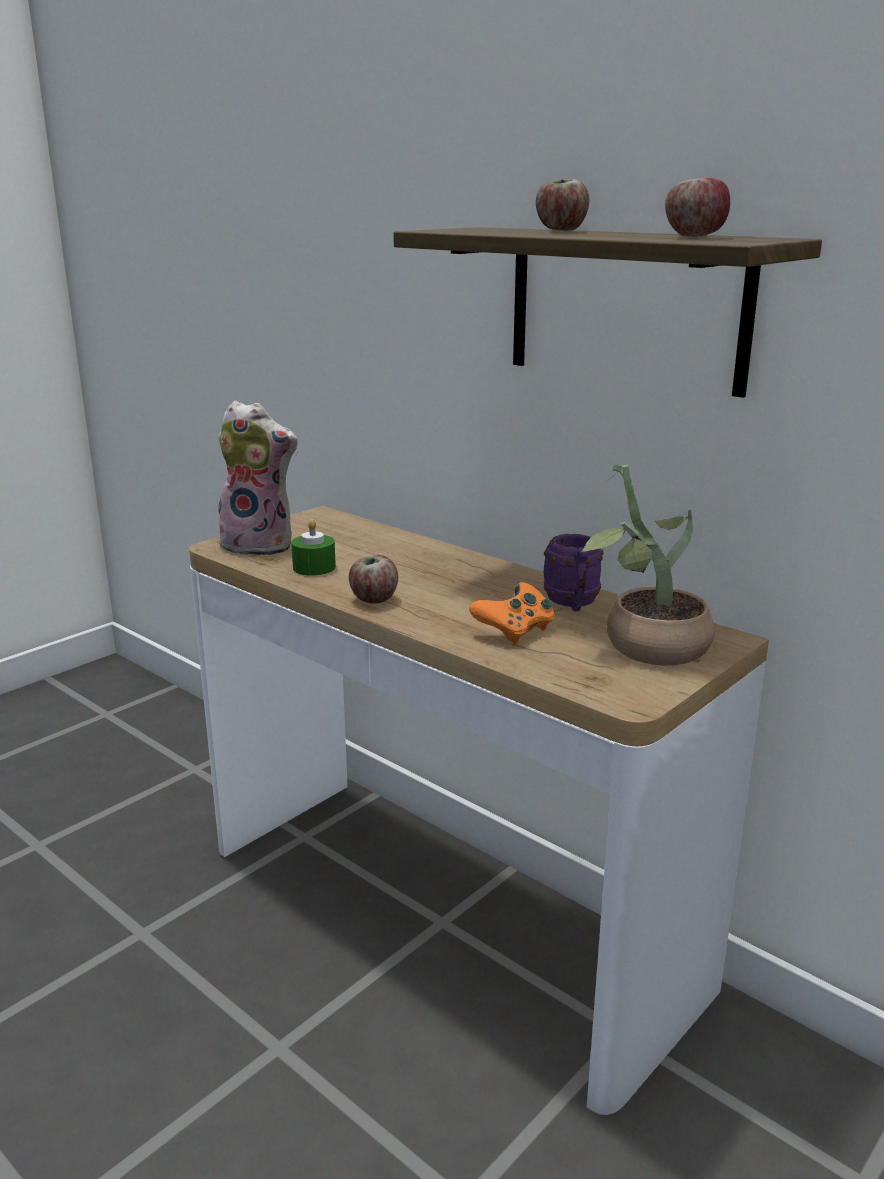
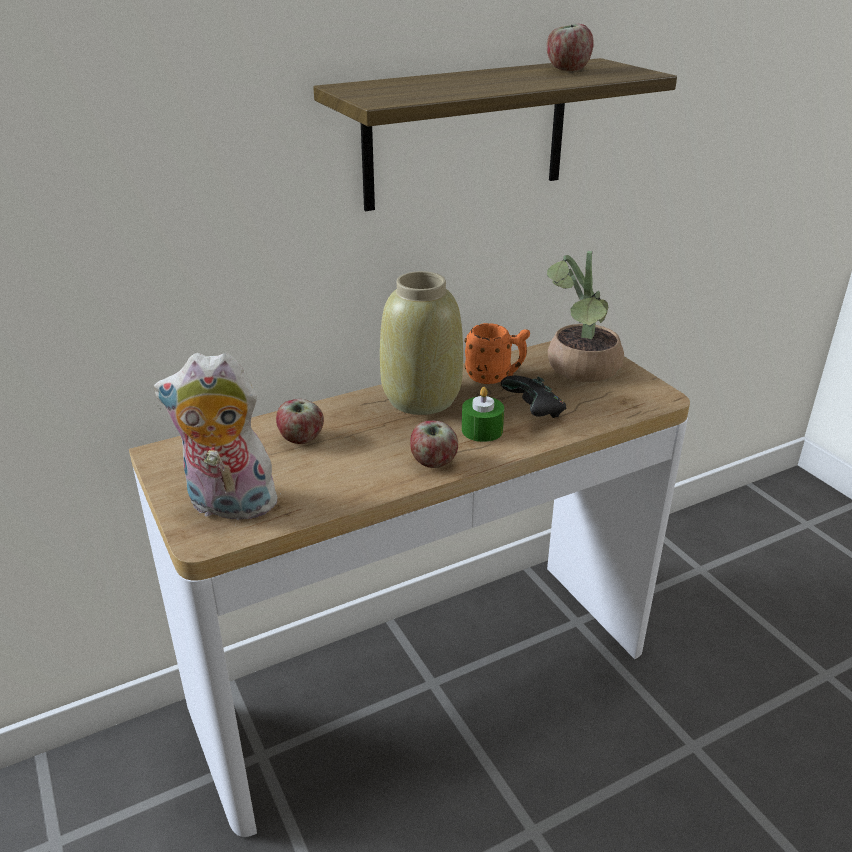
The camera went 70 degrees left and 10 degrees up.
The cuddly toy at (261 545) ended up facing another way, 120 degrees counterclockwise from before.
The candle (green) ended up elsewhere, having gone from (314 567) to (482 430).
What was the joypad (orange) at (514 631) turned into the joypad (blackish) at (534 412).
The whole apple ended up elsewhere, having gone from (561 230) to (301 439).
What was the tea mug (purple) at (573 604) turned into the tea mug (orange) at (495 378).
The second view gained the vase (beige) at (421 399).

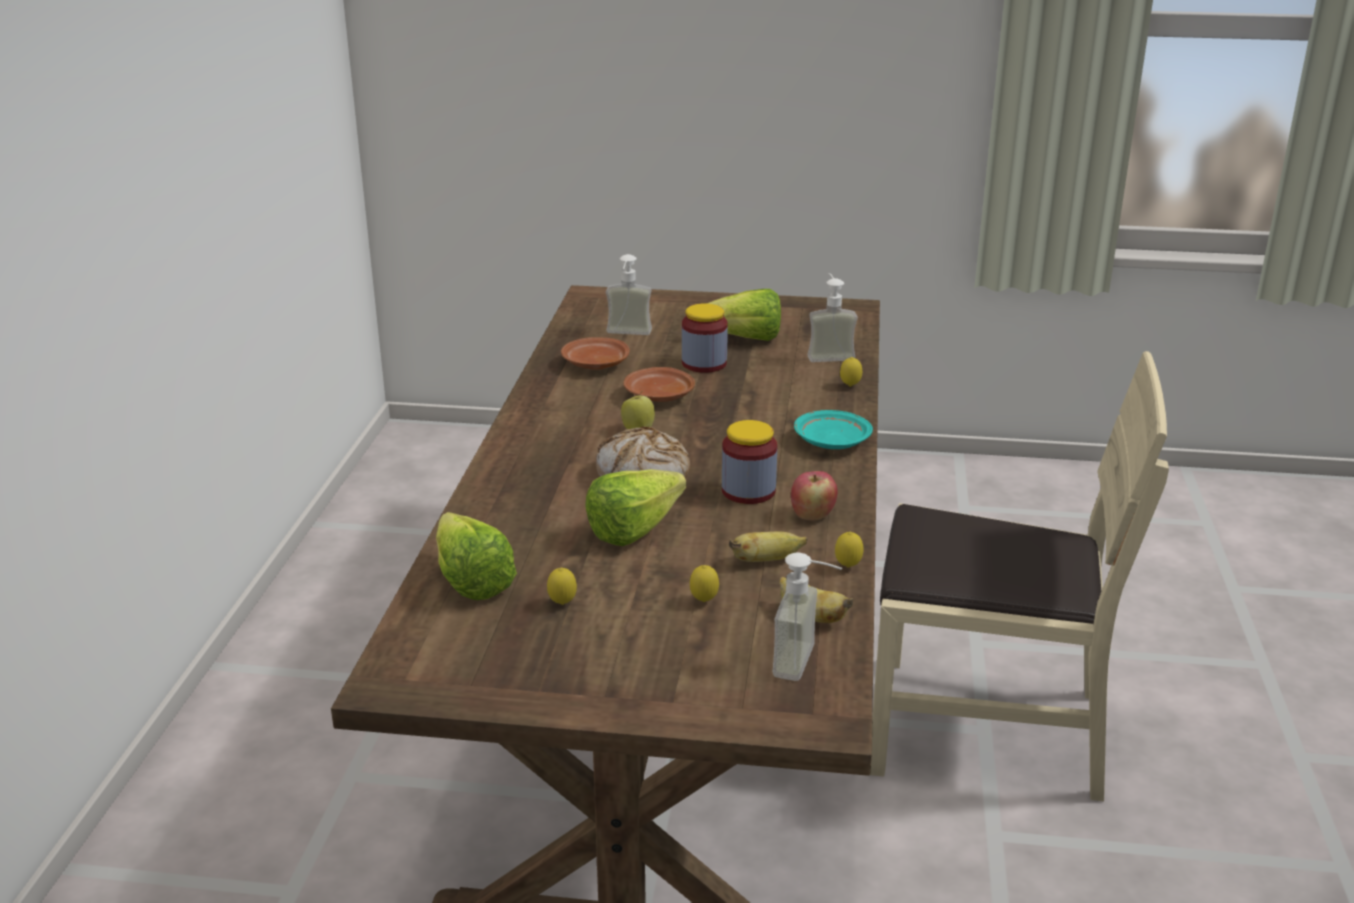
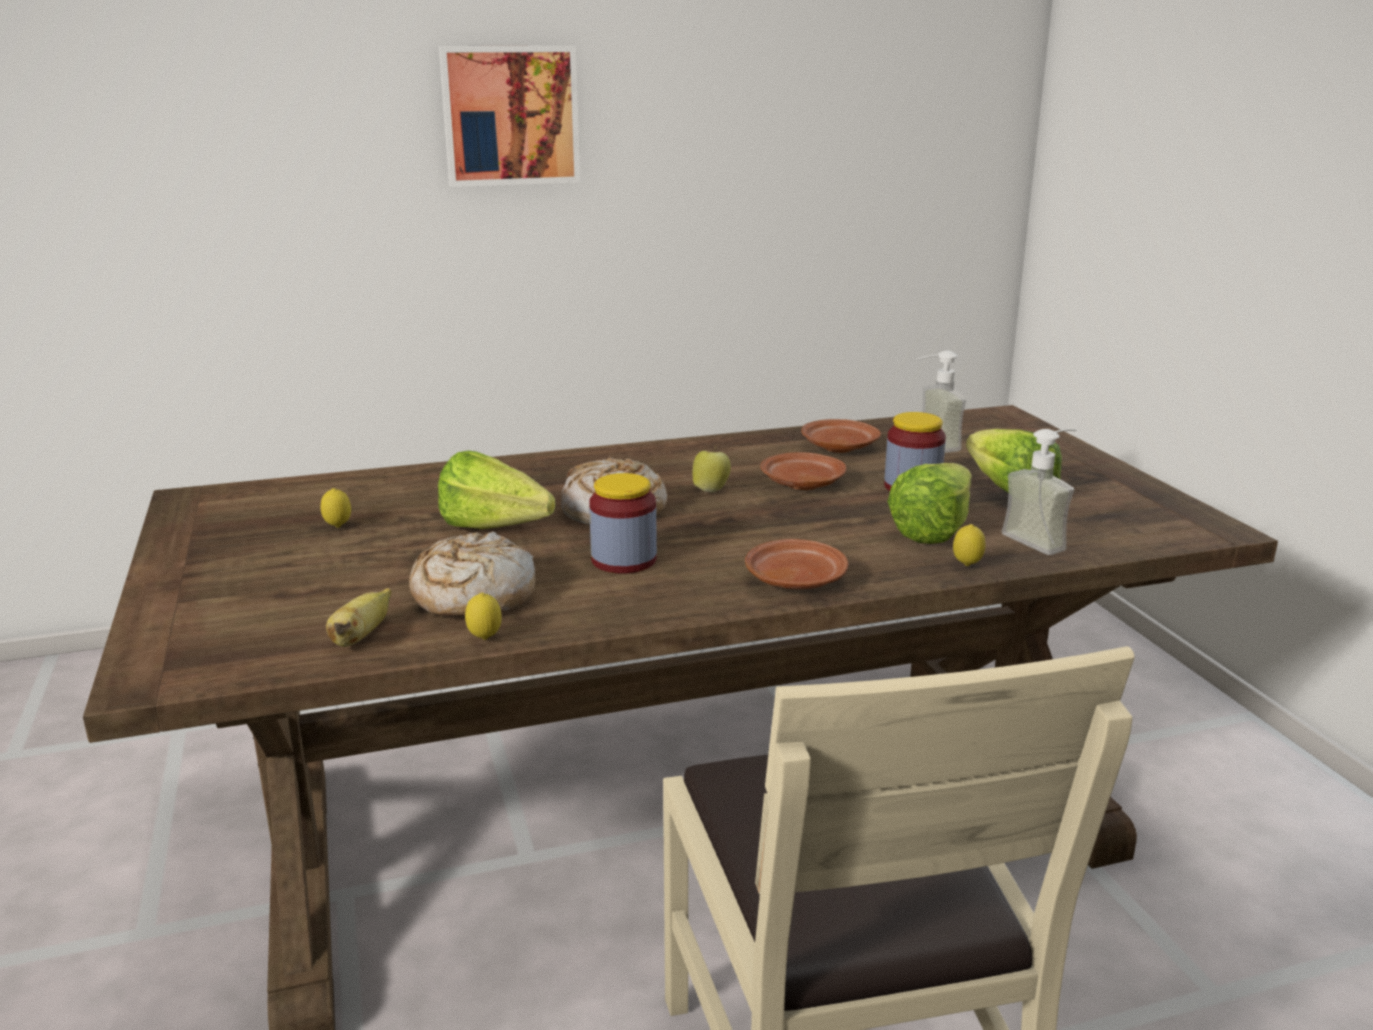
The camera went 65 degrees right and 5 degrees down.
The lettuce ended up elsewhere, having gone from (470 577) to (939 528).
The second view lost the whole lemon at (704 601).
Where the banana fruit stood at (766 560), the baked bread came to stand at (472 595).
The second view lost the liquid soap bottle at (807 663).
The second view lost the whole apple at (812 515).
What was the flat dish (turquoise) at (831 441) turned into the flat dish (brown) at (795 580).
The second view gained the wall picture at (510 115).

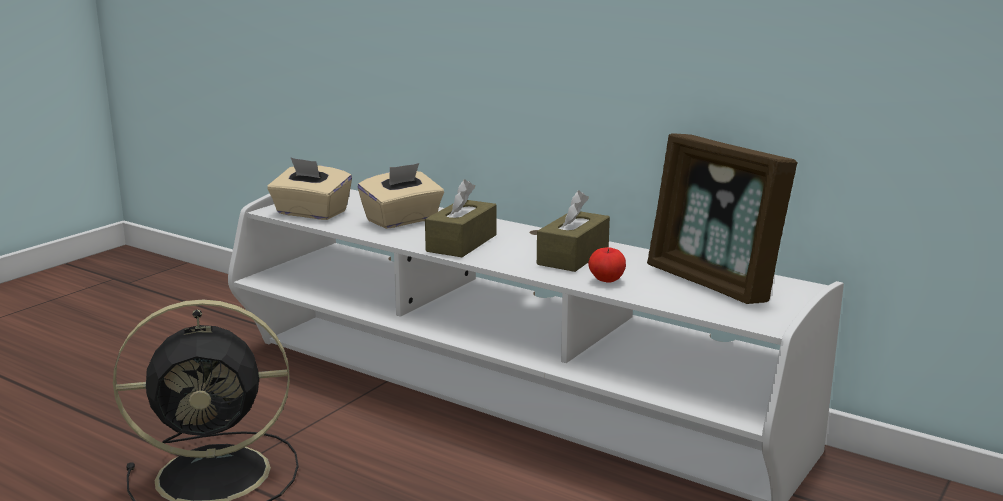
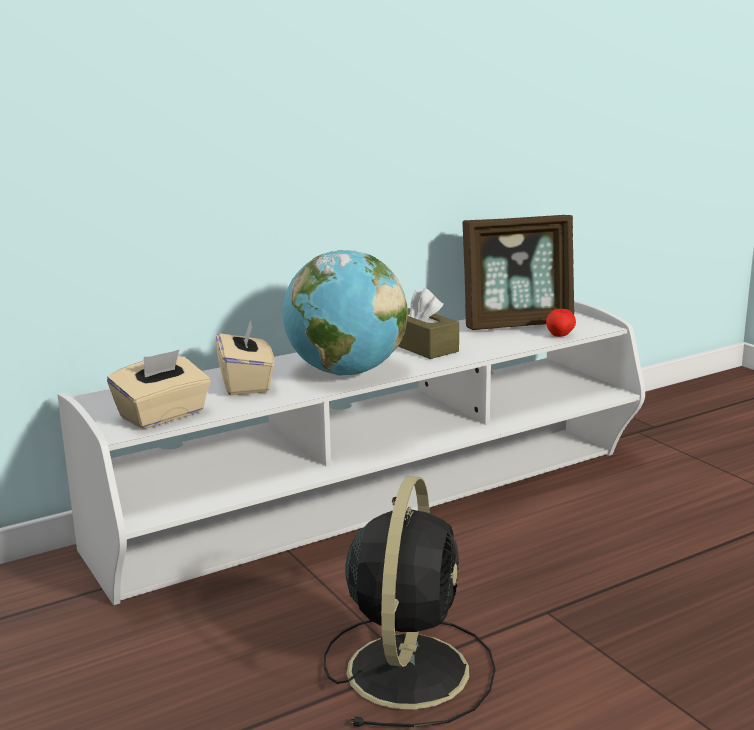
The camera went 65 degrees left and 0 degrees up.
Where the tissue holder (brown) stood at (461 243), the globe came to stand at (345 373).
The whole apple ended up elsewhere, having gone from (606 280) to (560 335).

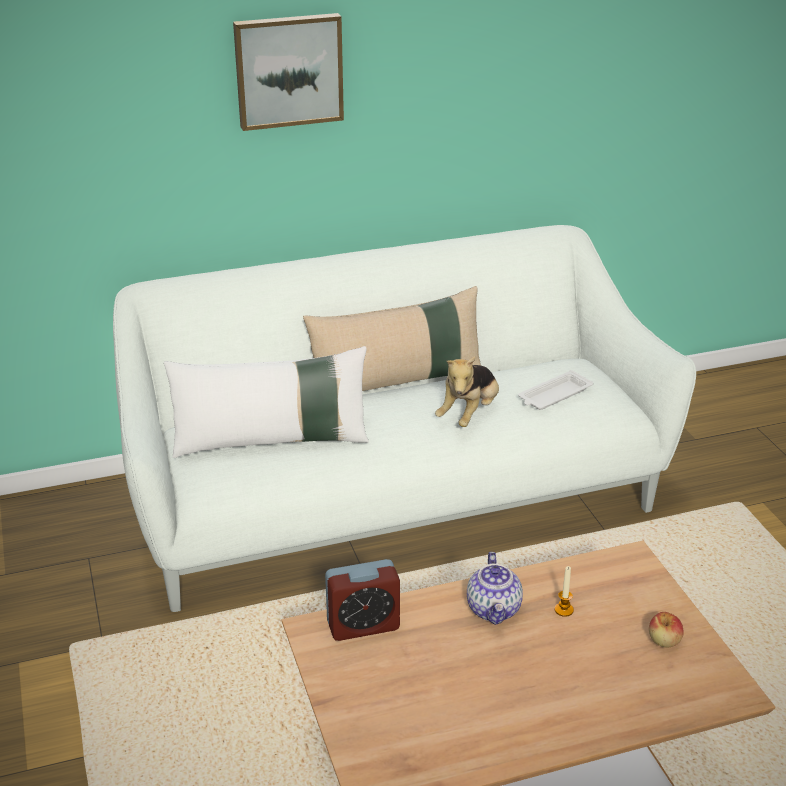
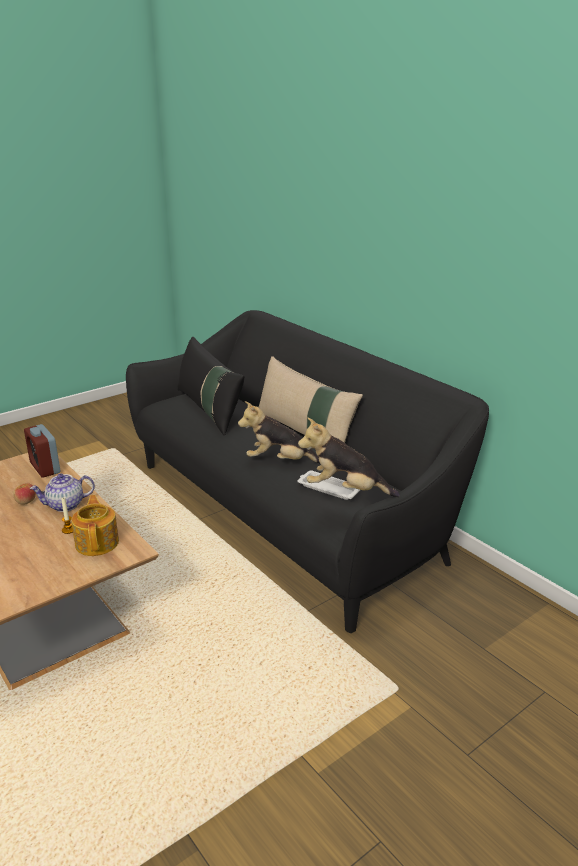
The camera went 70 degrees right and 5 degrees down.
What was the sofa (white) at (393 498) turned into the sofa (blackish) at (289 511).
What was the pillow (white) at (272 441) turned into the pillow (blackish) at (209 410).
The second view lost the wall picture at (288 70).
The whole apple ended up elsewhere, having gone from (664 641) to (25 501).
The second view gained the teapot at (98 542).
The second view gained the cuddly toy at (345 490).

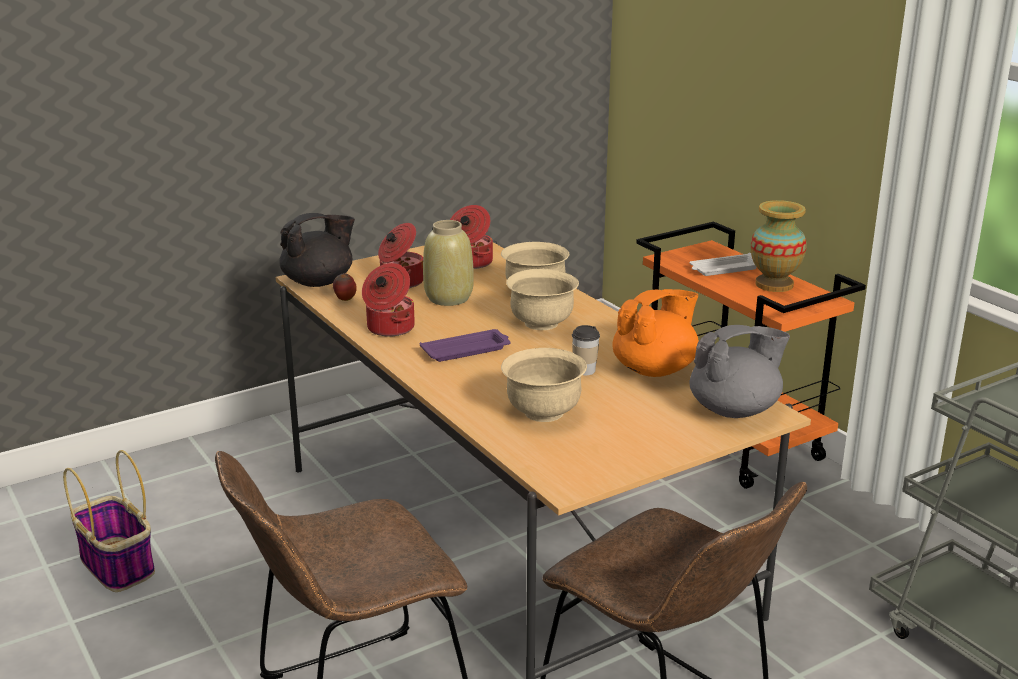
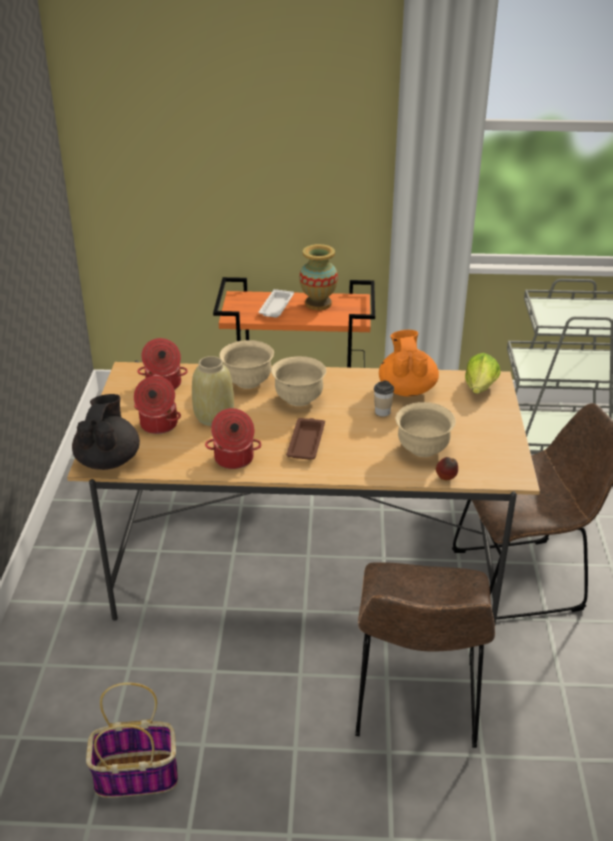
The camera went 55 degrees left and 10 degrees up.
The whole apple ended up elsewhere, having gone from (345 300) to (446 479).
What was the carrying tray (purple) at (467 350) turned into the carrying tray (brown) at (306 442).
Where the teapot (gray) stood at (735 410), the lettuce came to stand at (480 387).

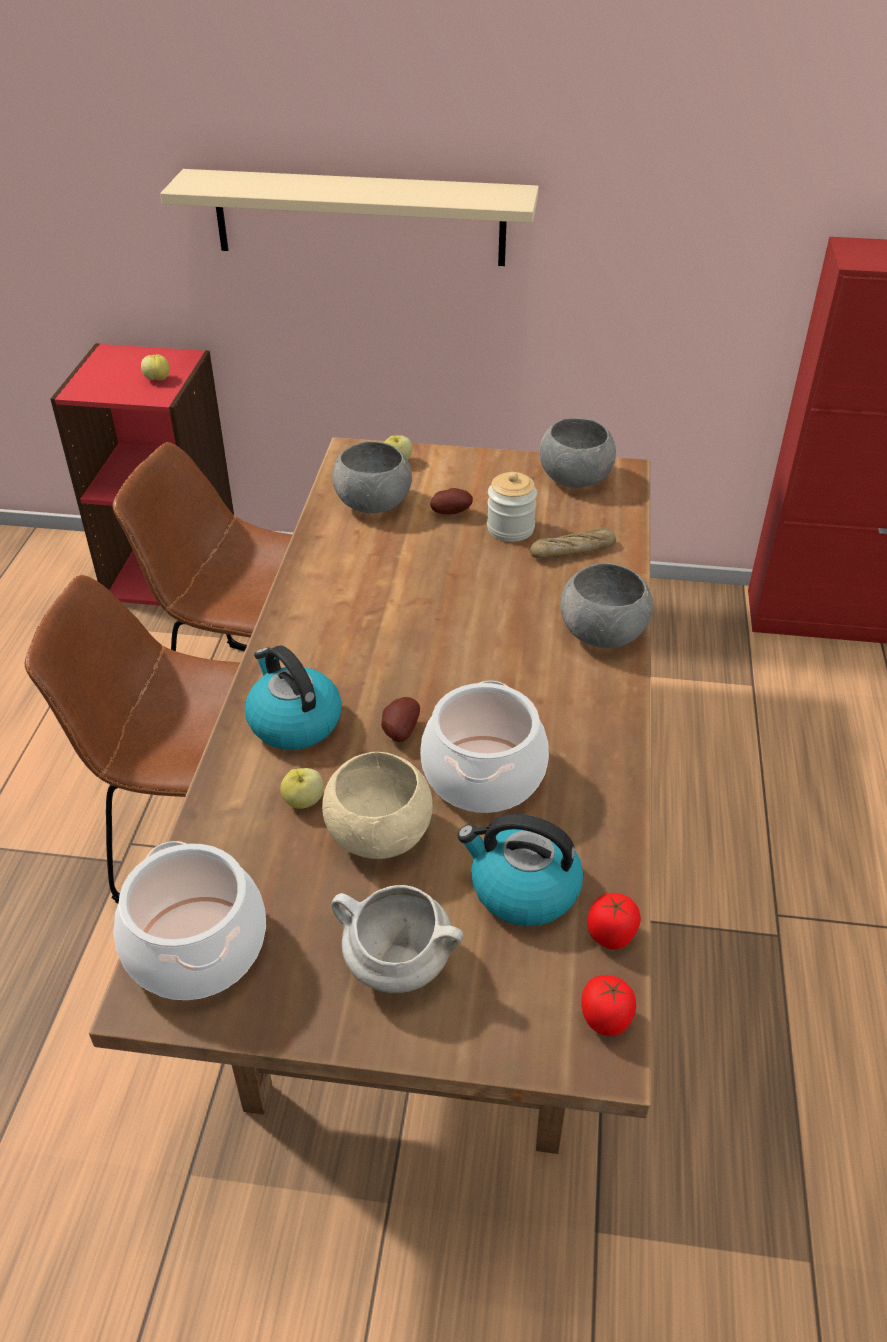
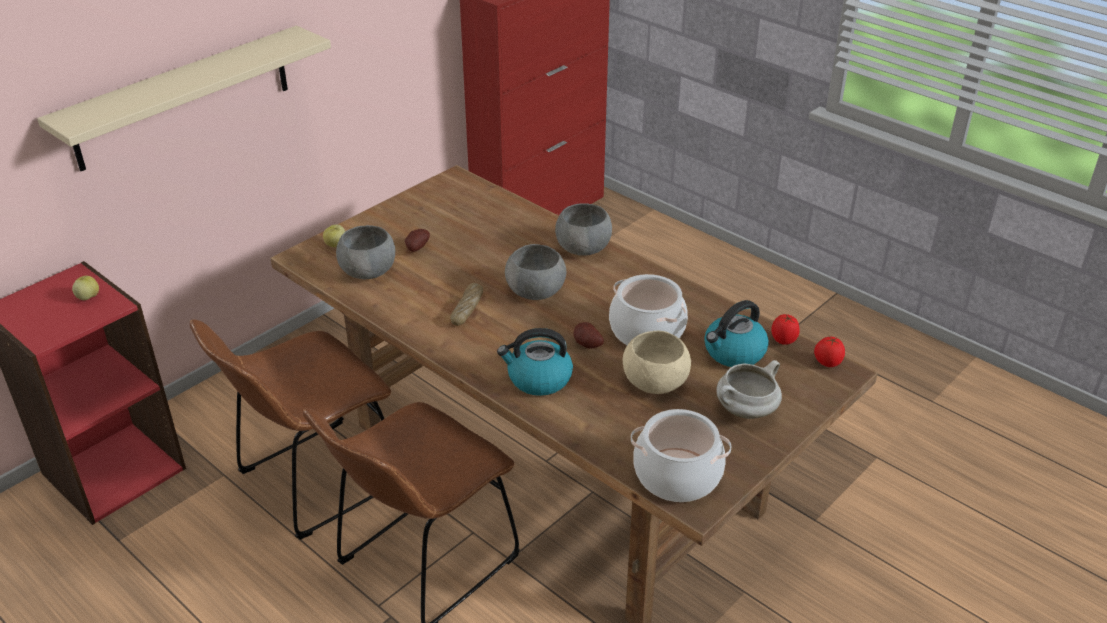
The camera went 55 degrees left and 5 degrees down.
The second view lost the whole apple at (303 801).
The second view lost the preserve jar at (510 529).
The baked bread ended up elsewhere, having gone from (572 551) to (467 309).
The bowl (gray) ended up elsewhere, having gone from (575 478) to (535 291).

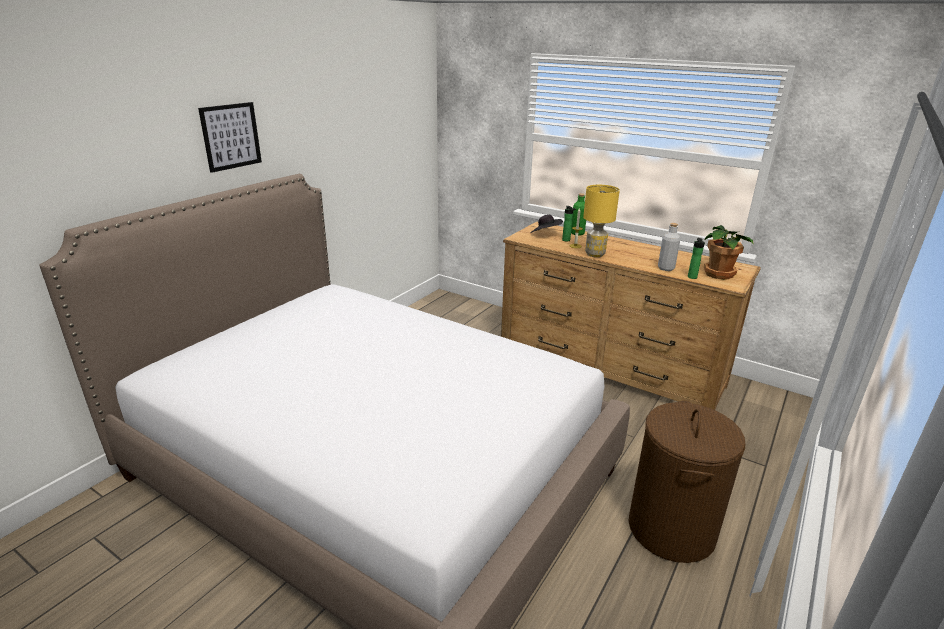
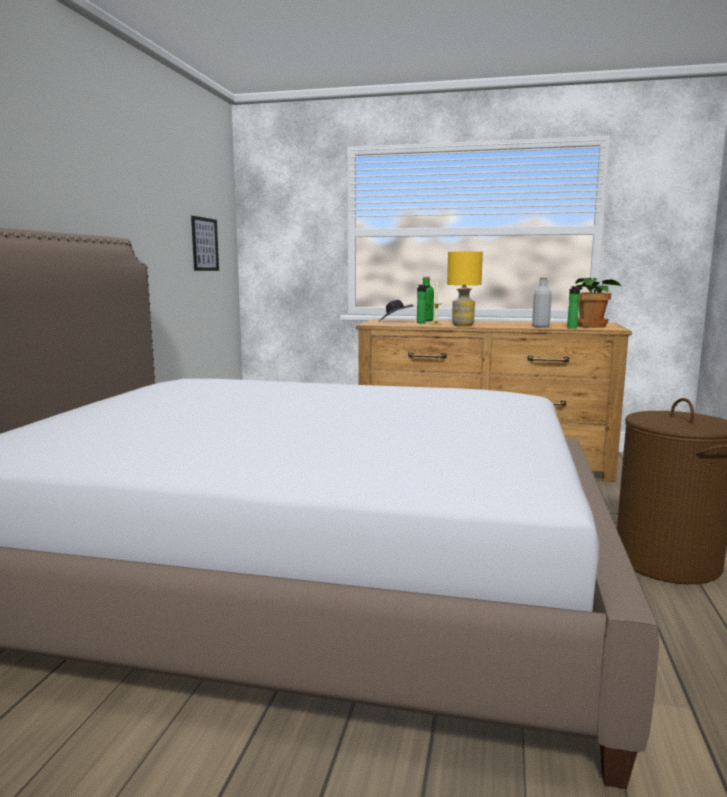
The camera went 20 degrees left and 15 degrees down.
The wall picture ended up elsewhere, having gone from (231 136) to (204 244).

